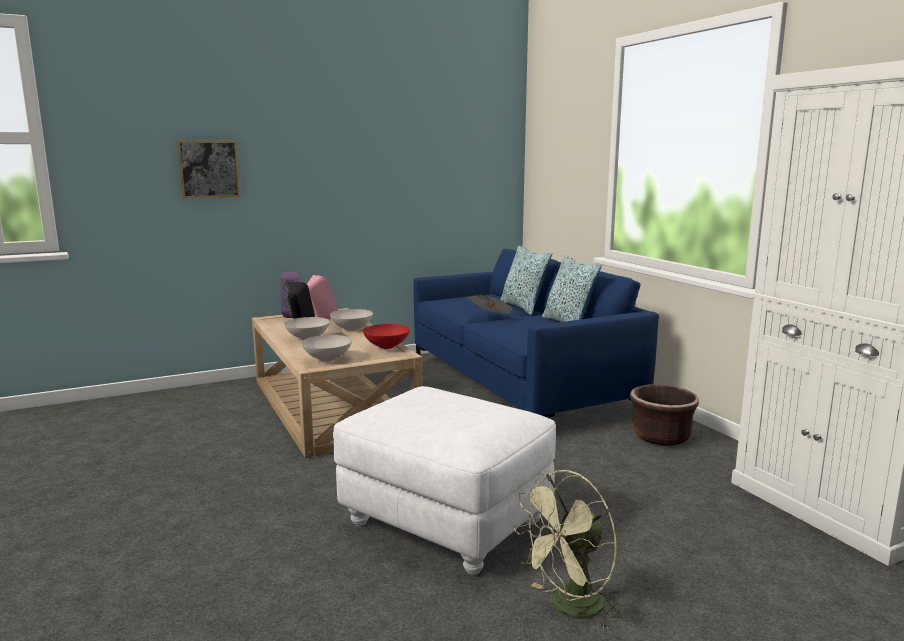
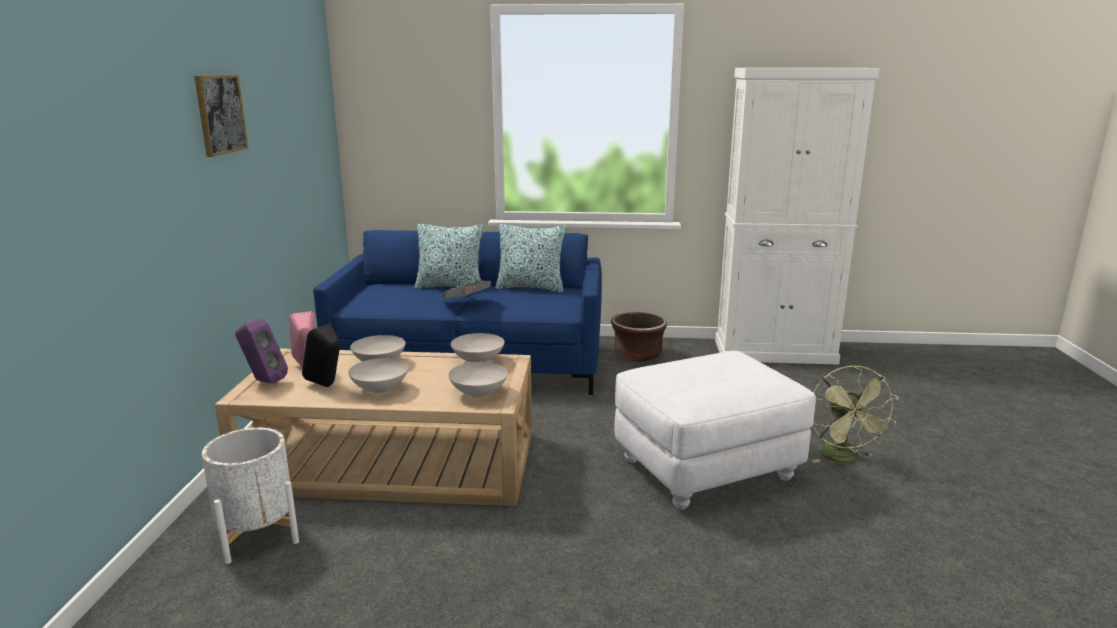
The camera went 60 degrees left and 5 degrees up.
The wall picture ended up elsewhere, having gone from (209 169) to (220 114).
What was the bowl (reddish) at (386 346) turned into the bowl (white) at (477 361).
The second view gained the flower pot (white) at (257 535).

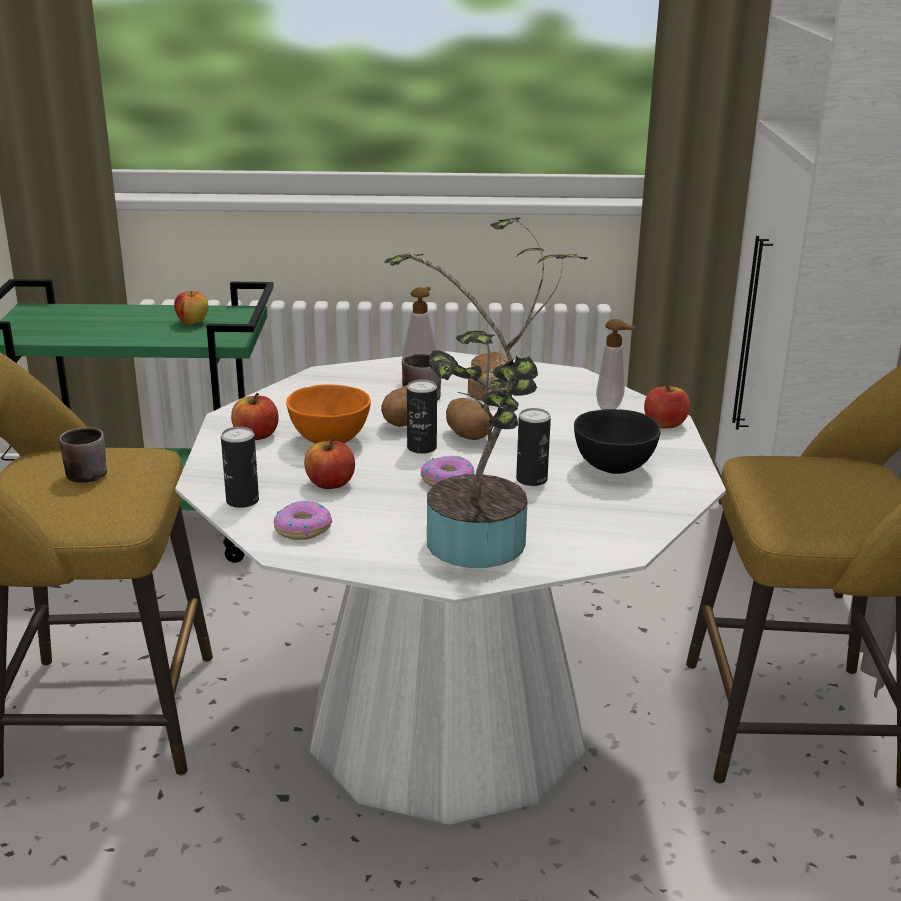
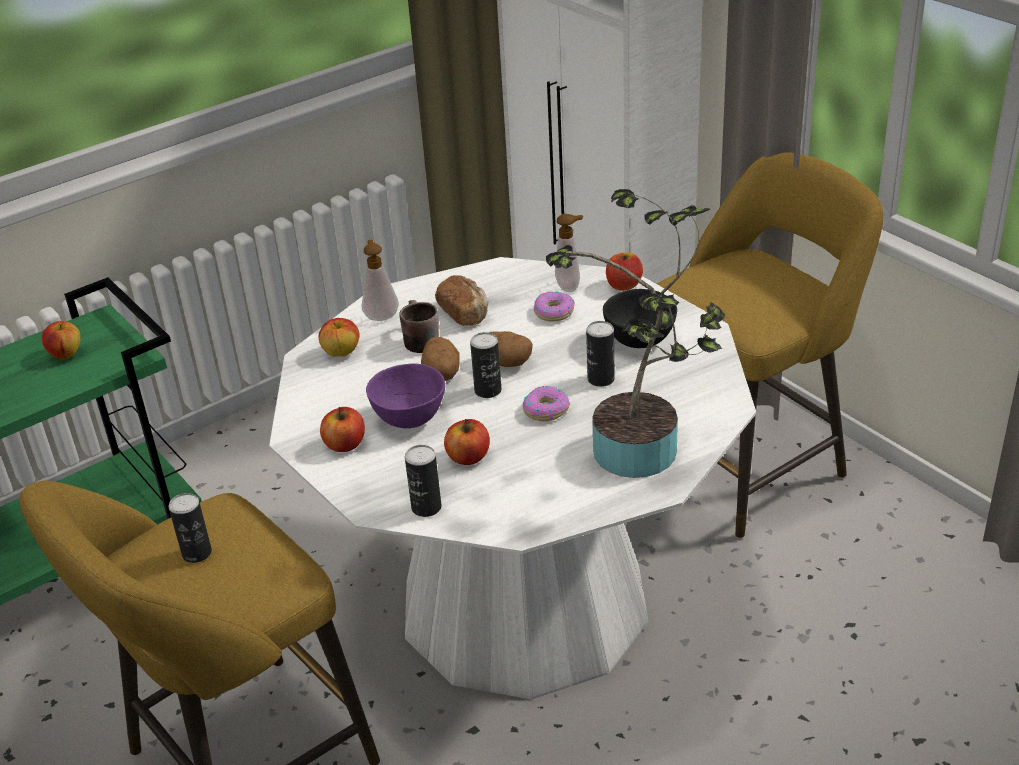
The camera went 35 degrees left and 10 degrees up.
Where the tea mug (brown) stood at (83 471), the sealed can came to stand at (197 553).
The doughnut ended up elsewhere, having gone from (302 528) to (553 312).
What was the bowl (orange) at (328 440) turned into the bowl (purple) at (408 419).
The second view gained the whole apple at (341 352).

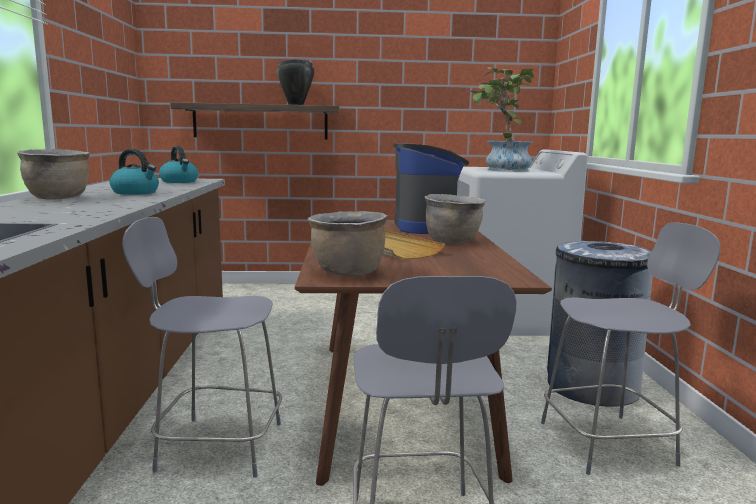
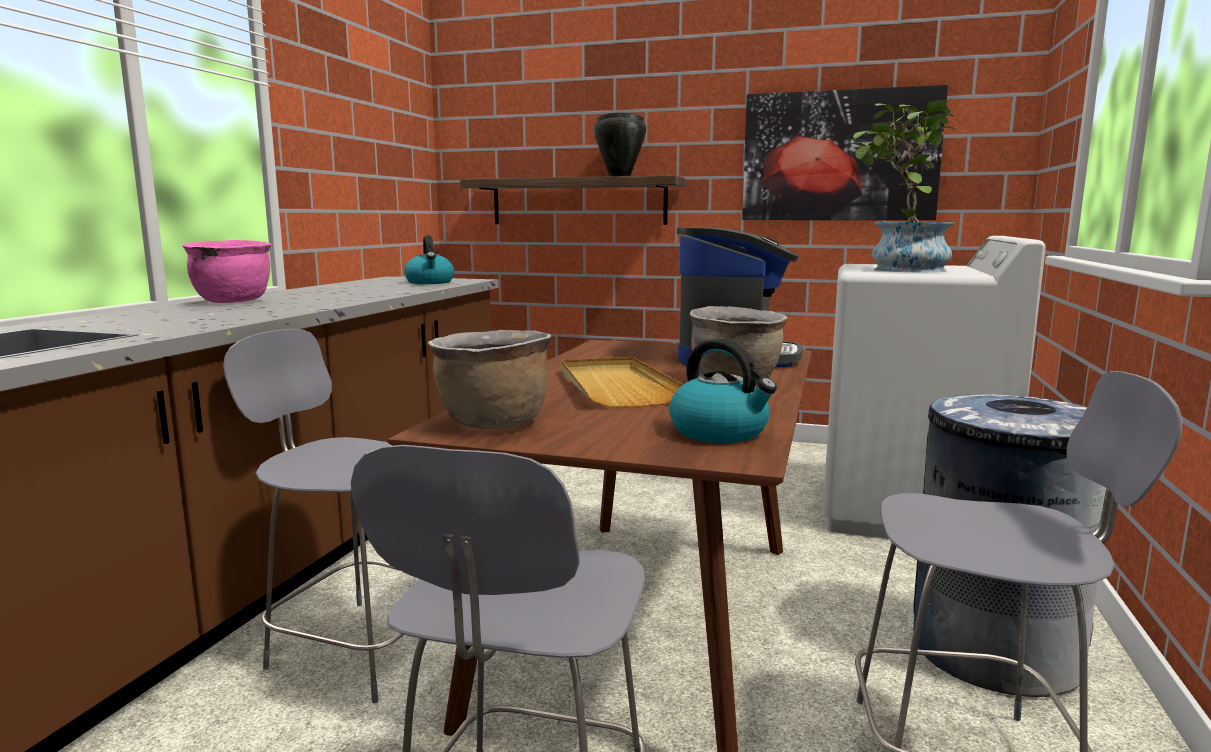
The camera went 20 degrees right and 0 degrees up.
What was the stockpot (brown) at (59 198) turned into the stockpot (pink) at (234 301).
The kettle ended up elsewhere, having gone from (136 192) to (720 432).
The second view gained the wall picture at (839 156).

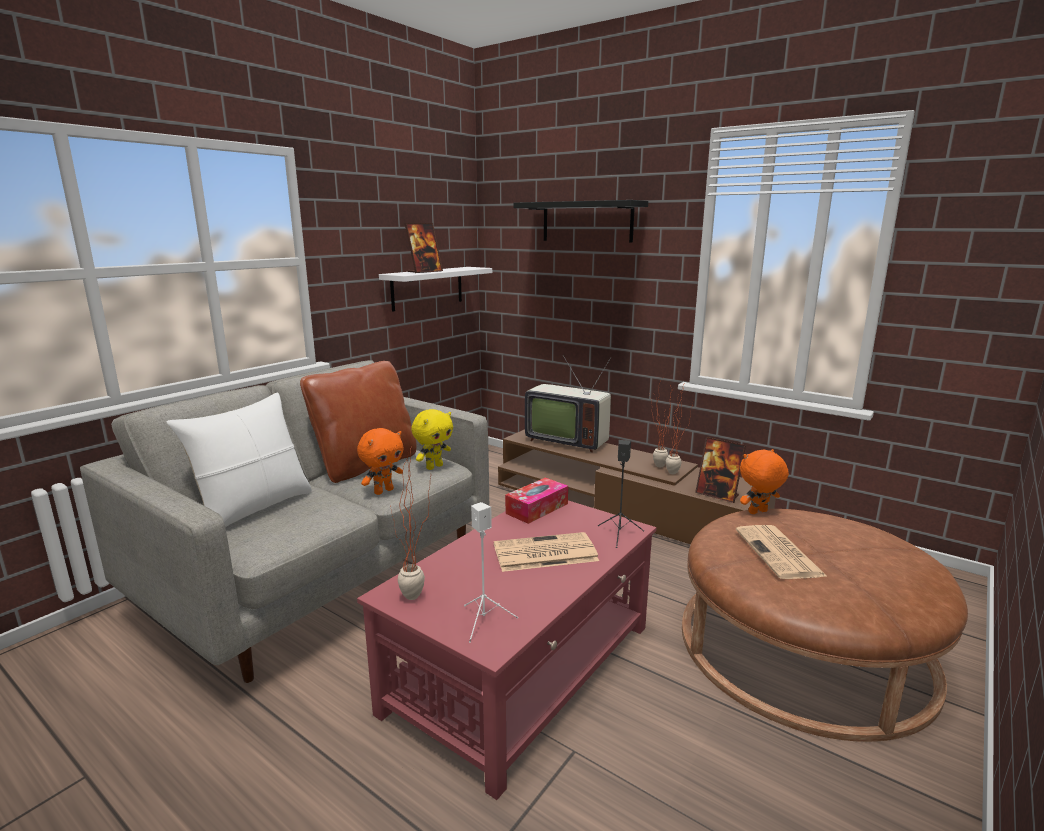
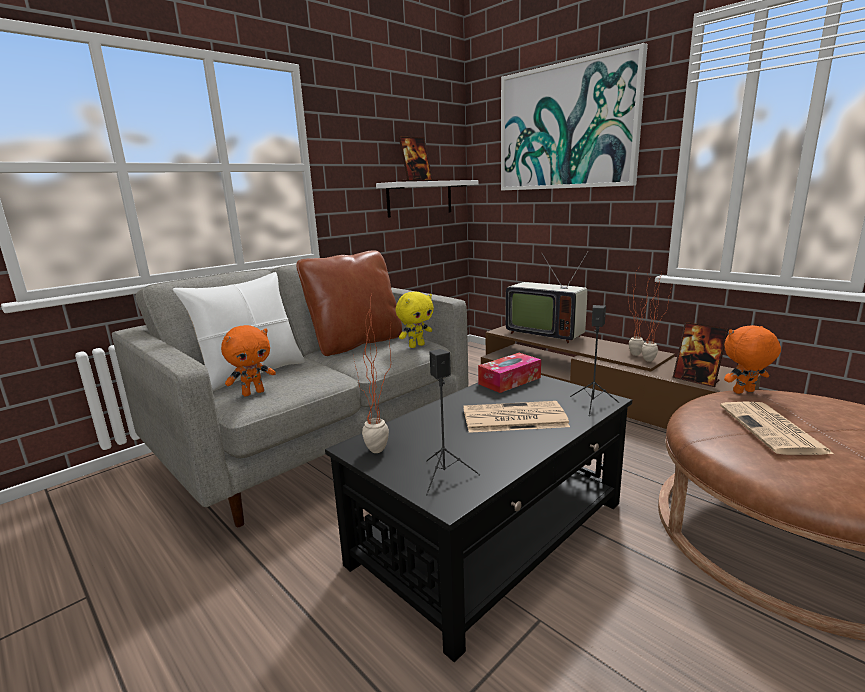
The camera went 10 degrees right and 0 degrees up.
The cuddly toy (orange) ended up elsewhere, having gone from (383 491) to (253 393).
What was the coffee table (reddish) at (523 667) turned into the coffee table (blackish) at (492 532).
What was the speaker (white) at (484 621) turned into the speaker (blackish) at (445 476).
Where the bracket shelf (blackish) hung at (587 222), the wall picture came to hang at (566 127).

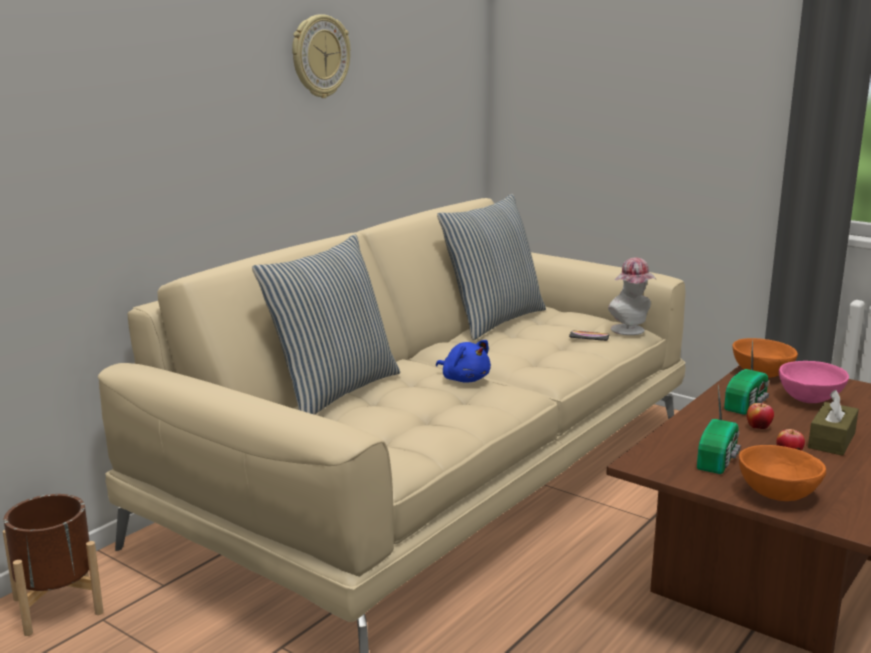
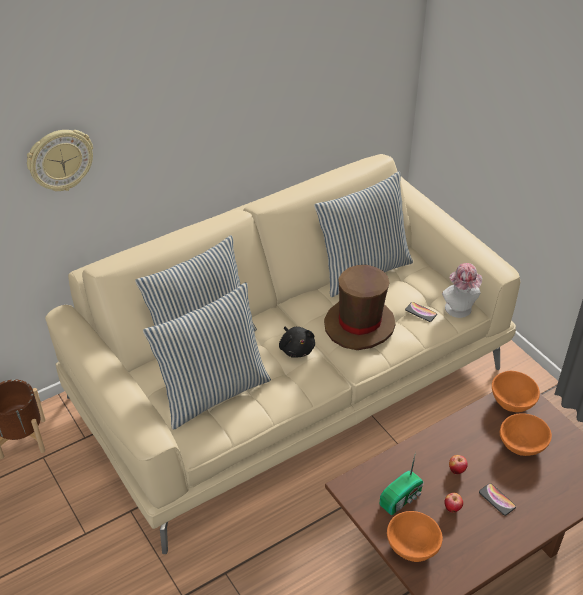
The camera went 20 degrees right and 25 degrees up.
The wall clock ended up elsewhere, having gone from (319 56) to (60 160).
What was the cuddly toy (blue) at (464 379) turned into the cuddly toy (blackish) at (296 348).
The second view lost the radio at (747 404).
What was the bowl (pink) at (811 400) turned into the bowl (orange) at (522 446).
Where the tissue holder (brown) stood at (831 440), the telephone came to stand at (497 499).
The second view gained the pillow at (212 392).
The second view gained the wearable hat (brown) at (359 325).

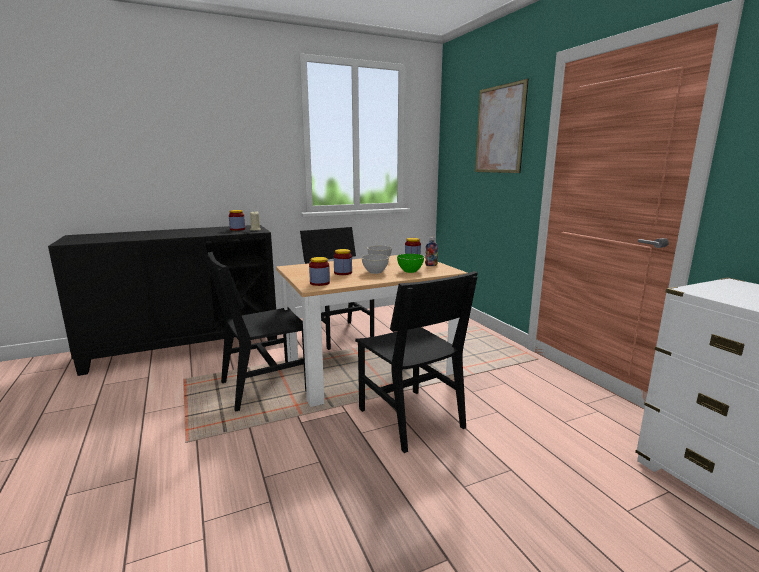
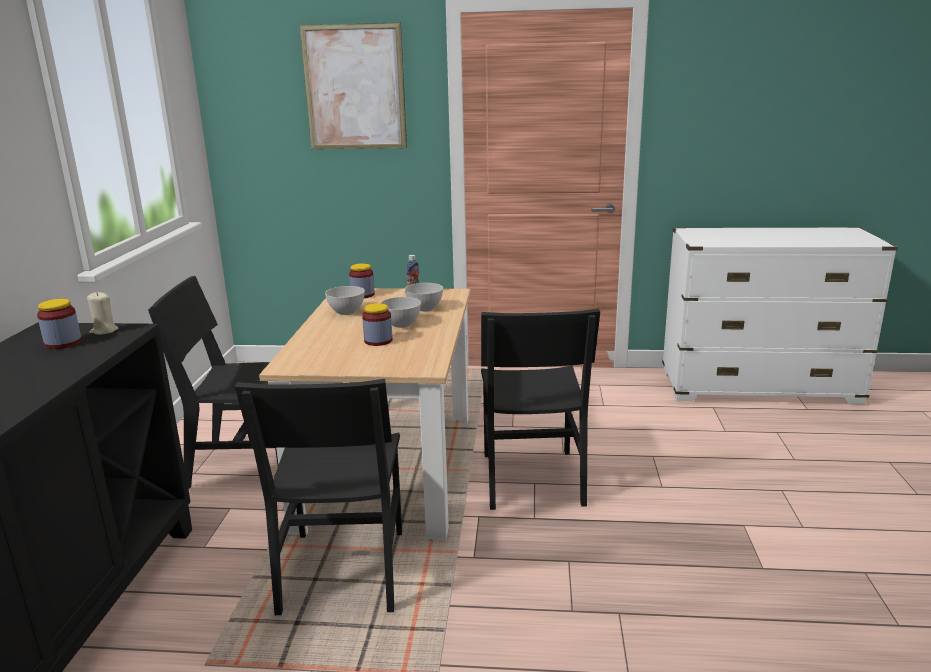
The camera went 60 degrees left and 5 degrees up.
The second view lost the preserve jar at (319 283).
The plain chair (blackish) at (410 418) ended up facing another way, 90 degrees clockwise from before.
What was the bowl (green) at (410 271) turned into the bowl (gray) at (424 308).

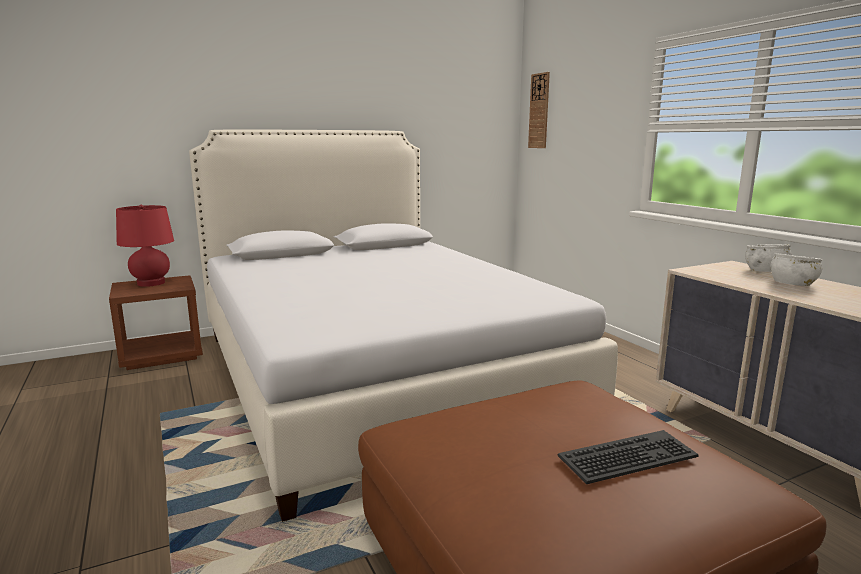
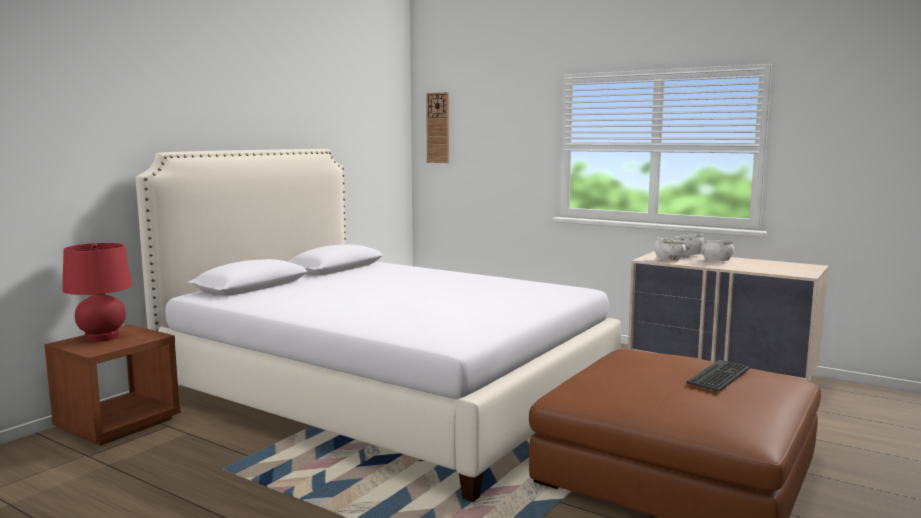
The camera went 30 degrees left and 5 degrees down.
The second view gained the bowl (white) at (669 260).

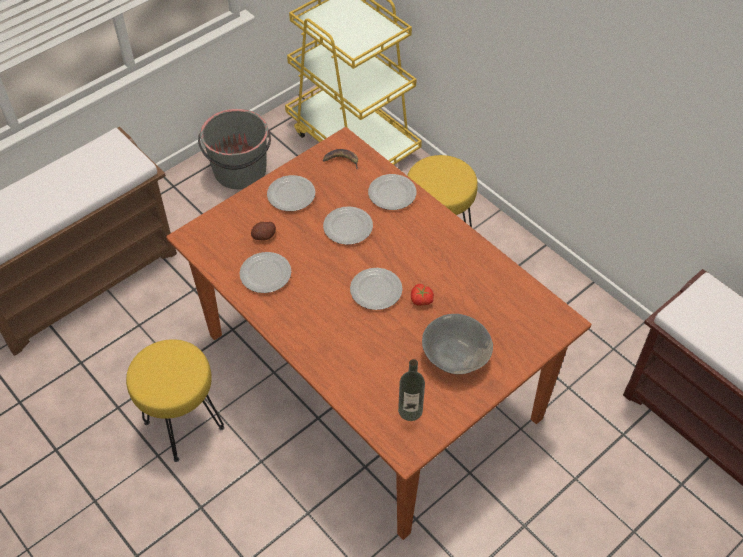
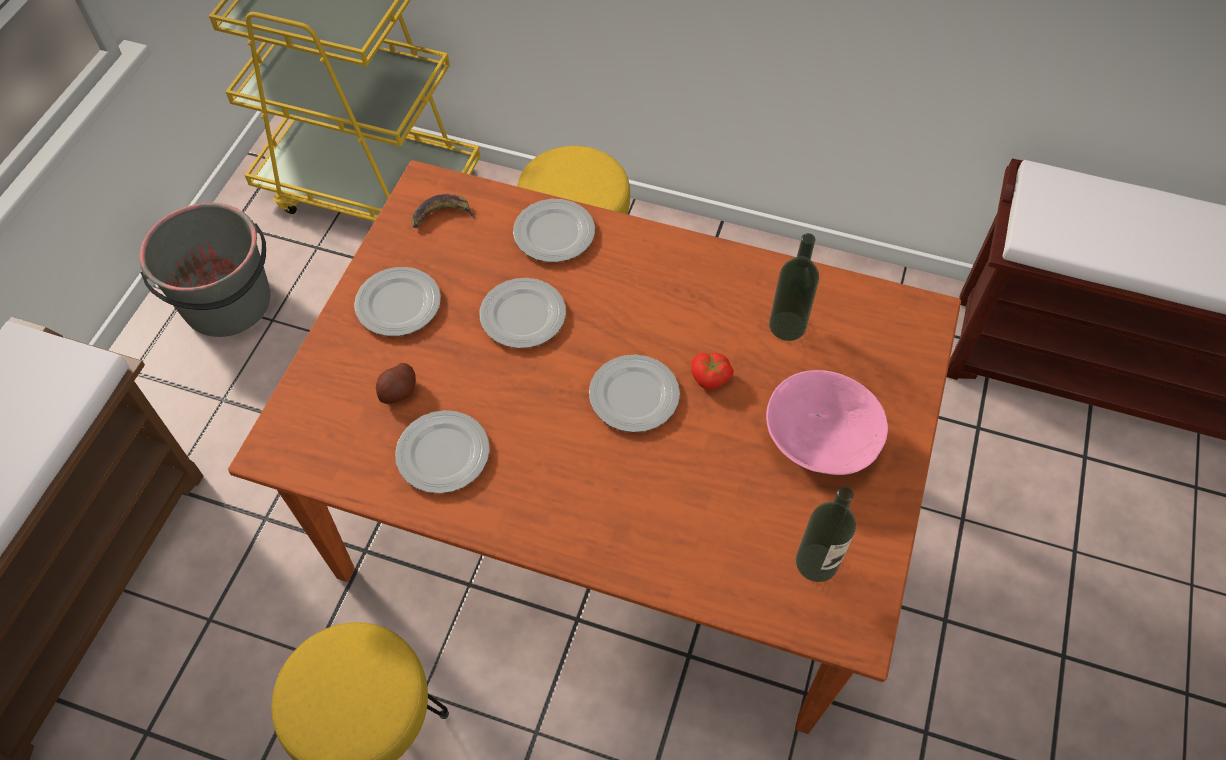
The camera went 30 degrees left and 5 degrees up.
What was the bowl (gray) at (454 356) turned into the bowl (pink) at (818 442).
The second view gained the beverage bottle at (787 326).

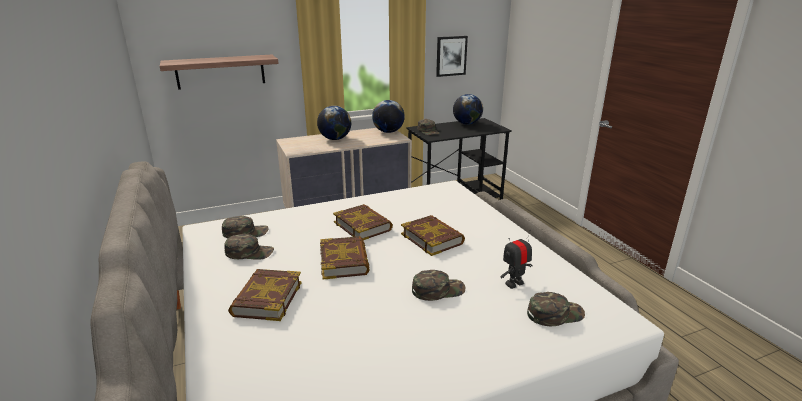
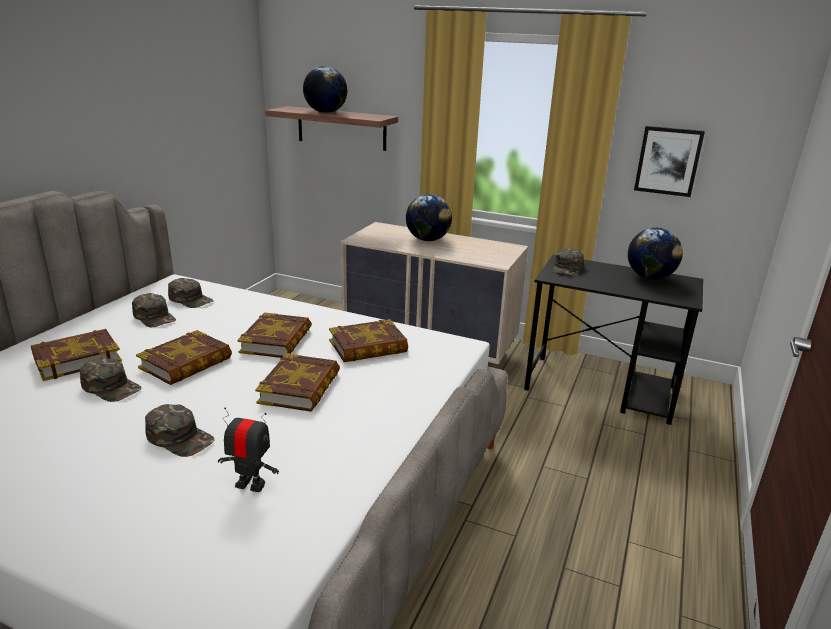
The camera went 45 degrees right and 0 degrees up.
The globe ended up elsewhere, having gone from (388 132) to (325 112).
The baseball cap (green) ended up elsewhere, having gone from (554 314) to (111 387).
The second view gained the bound book at (368 347).

